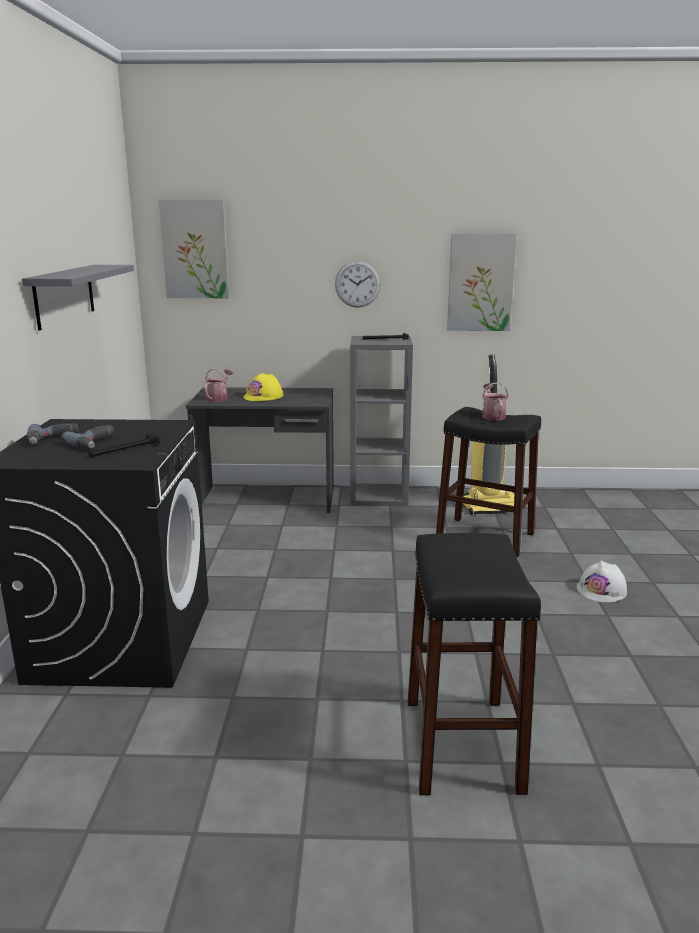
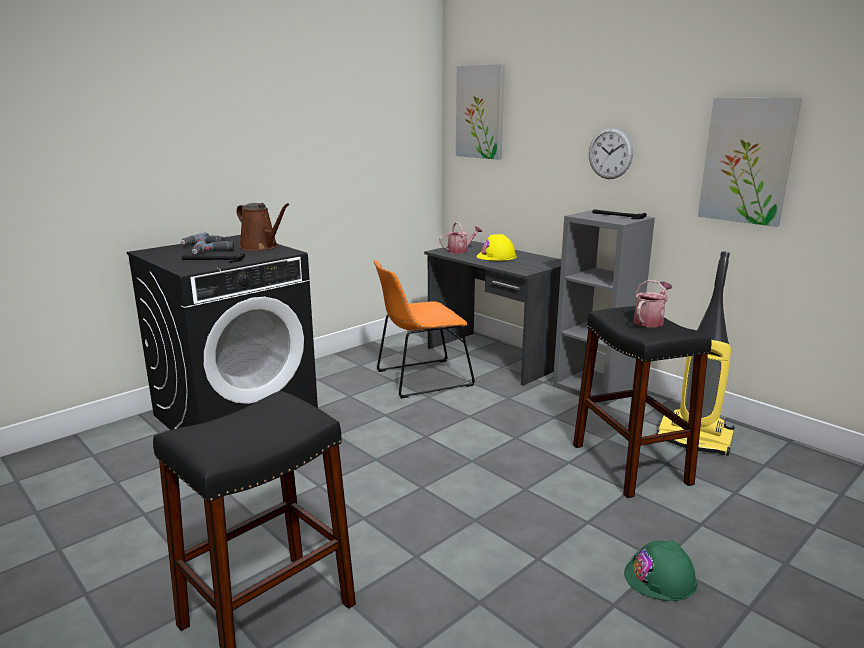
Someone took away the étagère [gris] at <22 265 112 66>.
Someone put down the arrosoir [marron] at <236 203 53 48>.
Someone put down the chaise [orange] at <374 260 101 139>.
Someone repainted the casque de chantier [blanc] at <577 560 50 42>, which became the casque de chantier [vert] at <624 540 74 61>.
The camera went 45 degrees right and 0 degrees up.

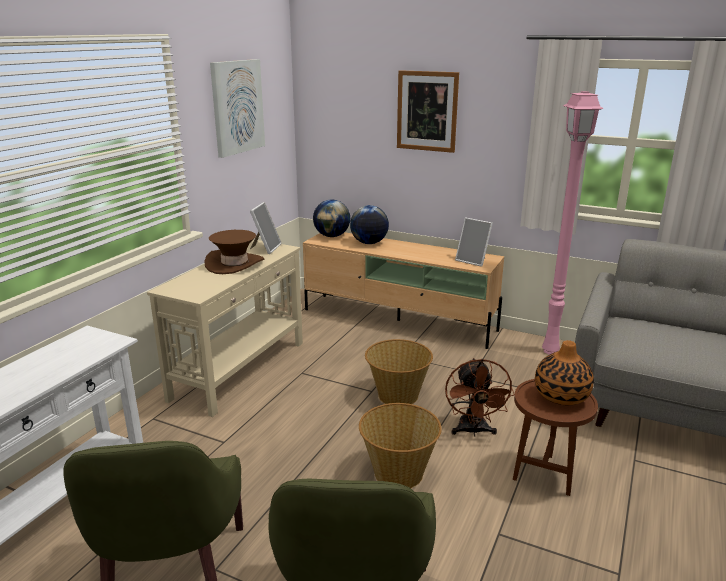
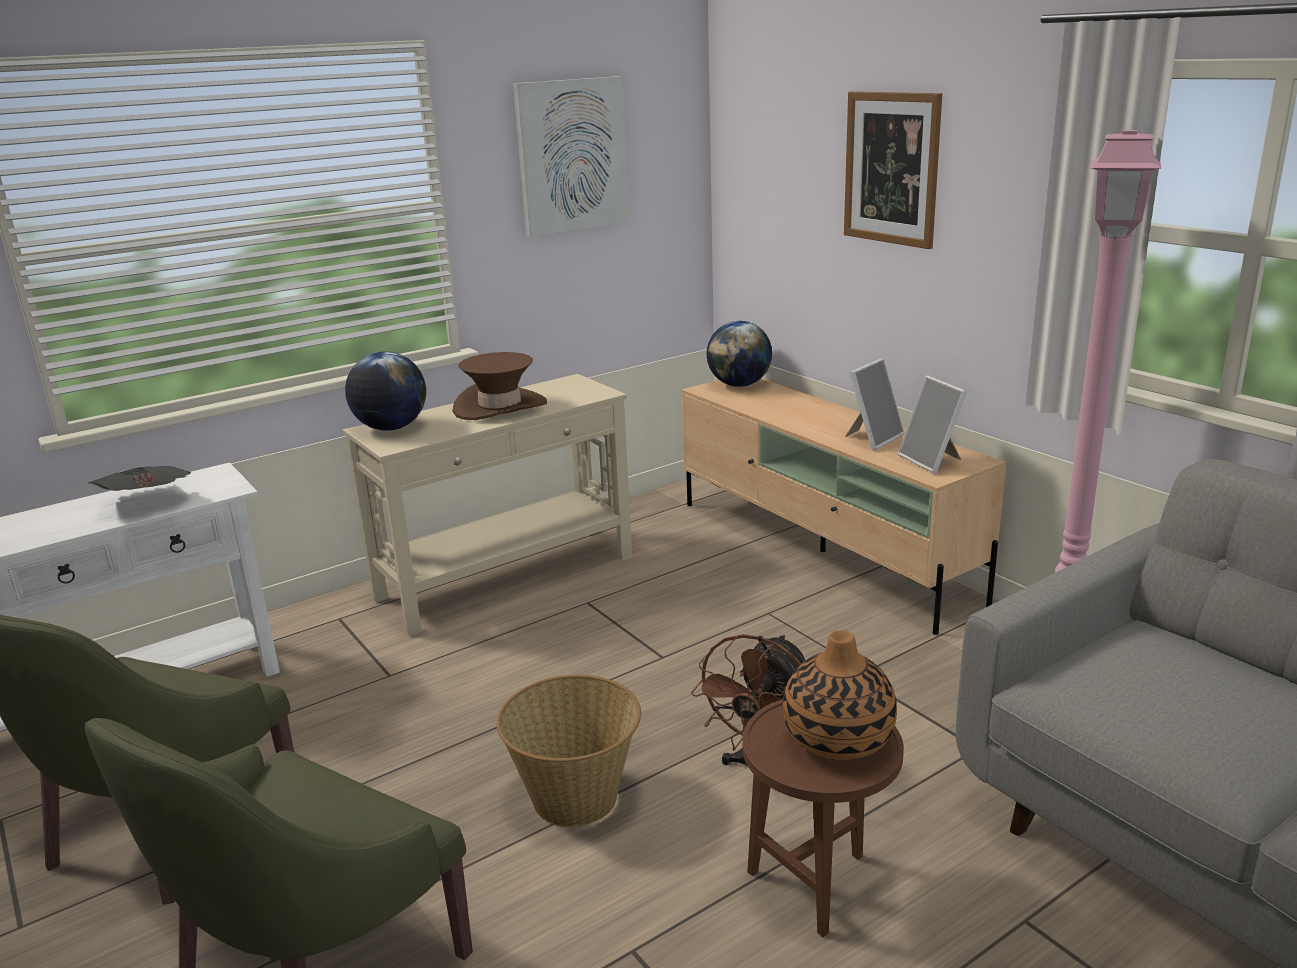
Someone took away the panier at <365 339 68 65>.
Someone put down the journal at <88 466 103 25>.
Someone carried the cadre photo from <250 202 32 52> to <845 358 59 92>.
Someone carried the globe from <350 205 39 39> to <345 351 81 80>.
The camera went 30 degrees right and 0 degrees up.

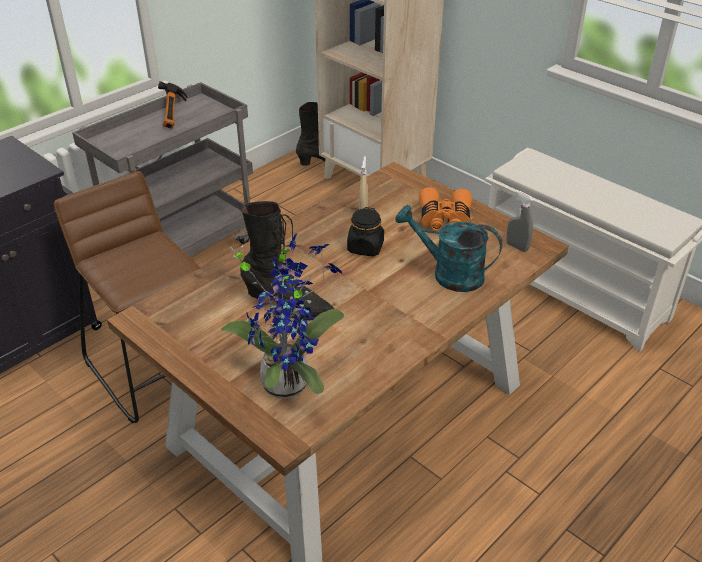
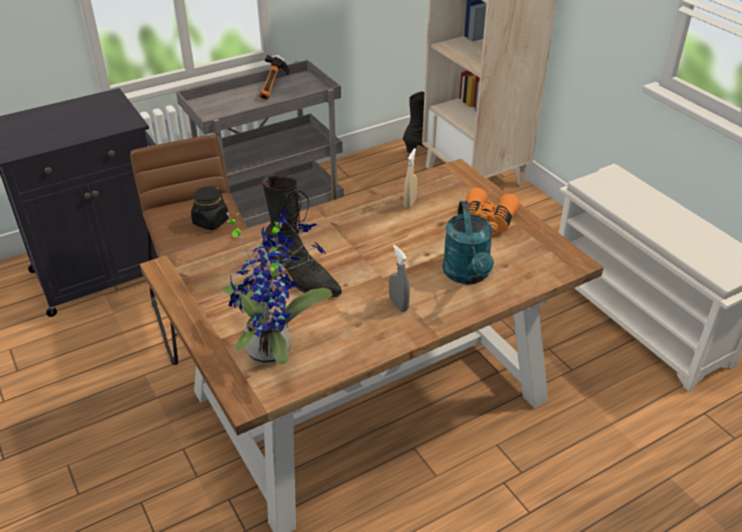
Someone carried the bocal [noir] from <347 207 37 49> to <191 186 38 44>.
Someone carried the vaporisateur [gris] from <506 190 28 62> to <389 245 21 67>.
Someone rotated the arrosoir [turquoise] at <395 205 107 87> by 135 degrees counterclockwise.
The camera went 15 degrees right and 0 degrees up.

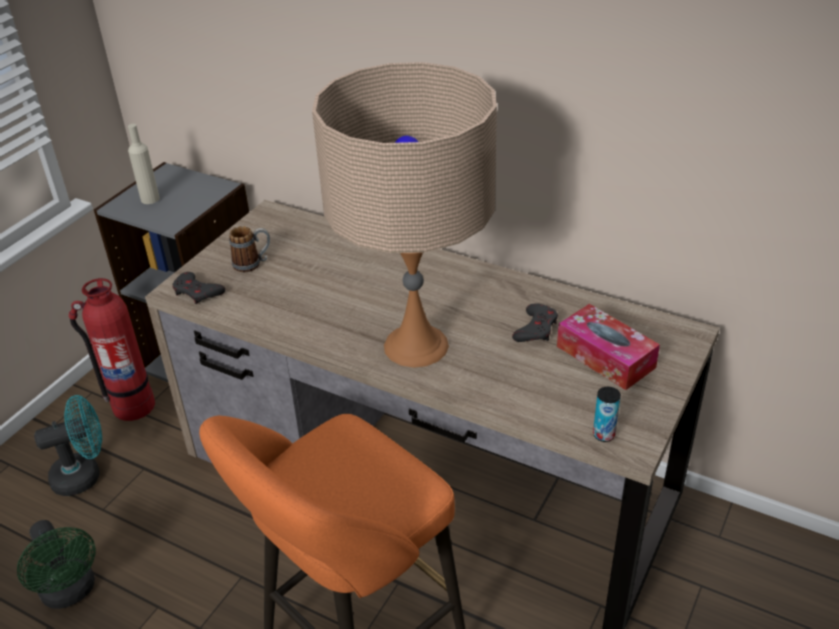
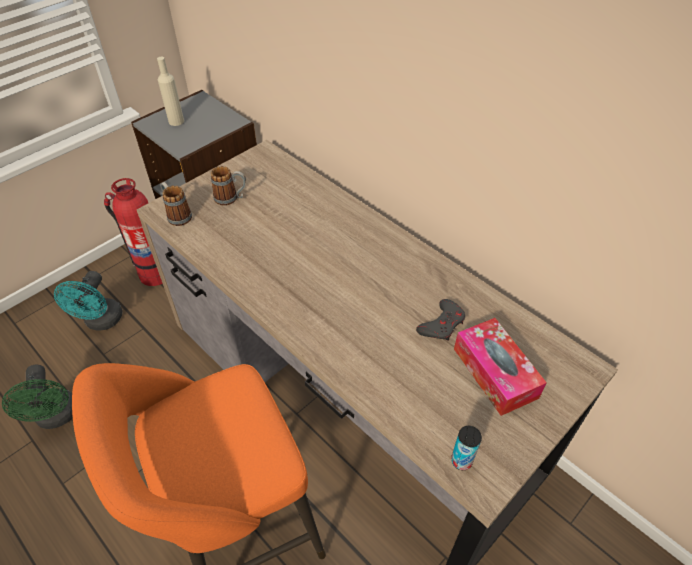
Someone took away the lampe de table [beige] at <312 62 185 306>.
Someone swapped the manette [gris] at <173 272 52 32> for the mug at <160 182 32 44>.
Someone rotated the ventilateur [turquoise] at <34 395 68 101> by 105 degrees clockwise.
The camera went 15 degrees right and 10 degrees up.

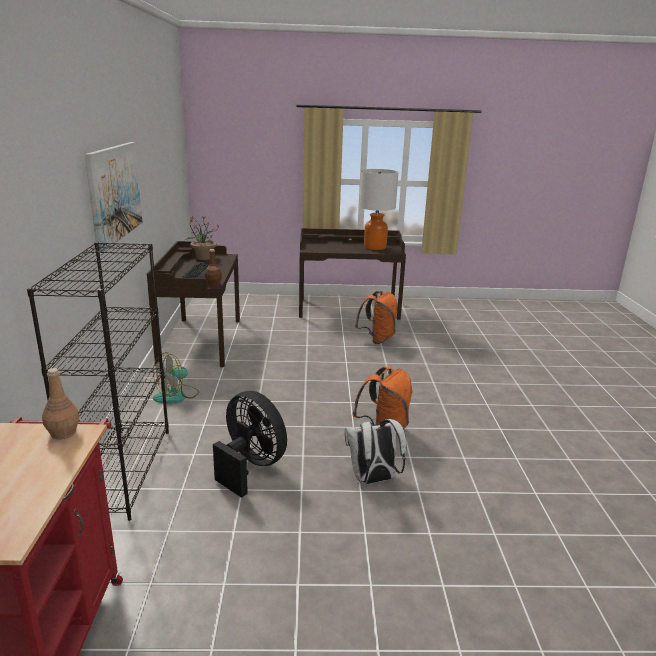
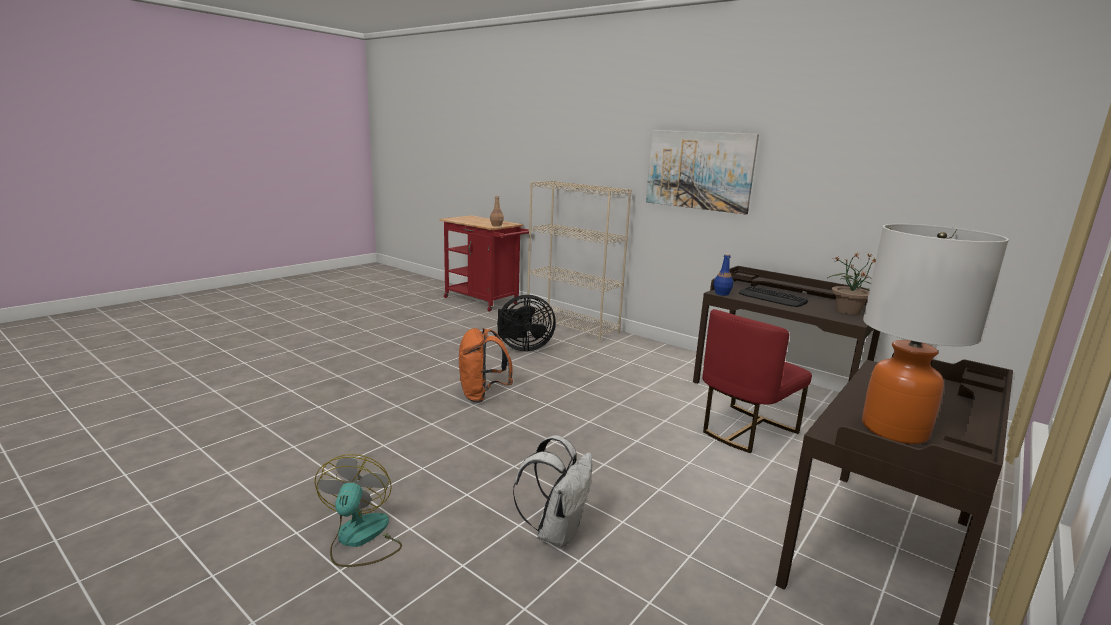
Someone took away the sac à dos [orange] at <355 291 43 53>.
Someone put down the chaise [rouge] at <703 309 109 144>.
Someone carried the ventilateur from <153 352 46 52> to <314 454 88 113>.
Someone carried the sac à dos [blanc] from <345 419 61 65> to <513 435 79 112>.
Someone repainted the bibliothèque [noir] at <27 242 142 279>, which became the bibliothèque [beige] at <527 181 105 161>.
Someone repainted the bouteille [marron] at <205 249 17 37>, which became the bouteille [bleu] at <714 253 19 43>.
The camera went 130 degrees right and 5 degrees down.

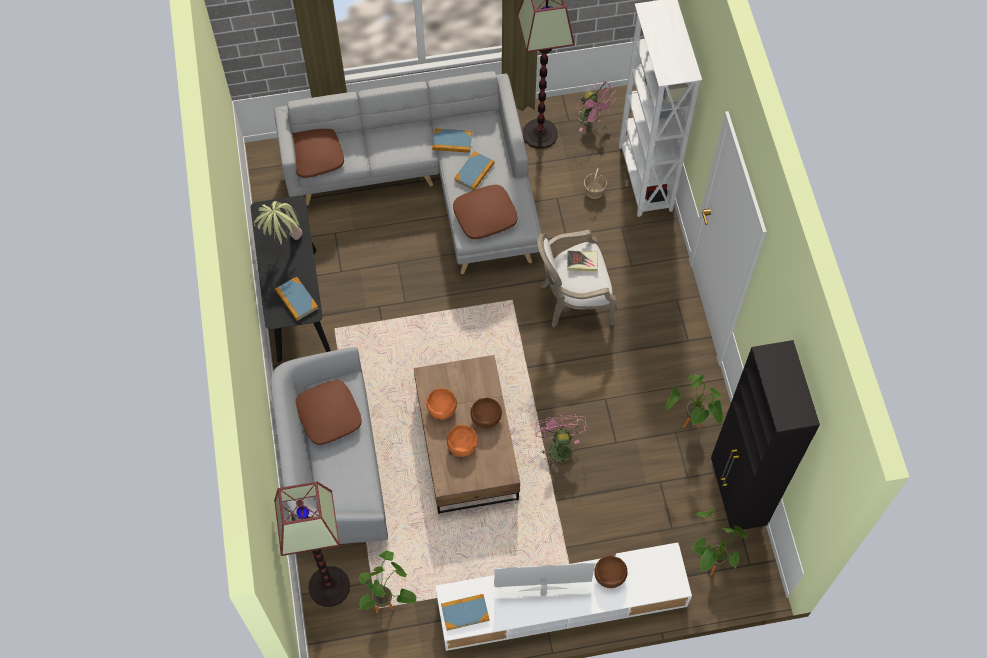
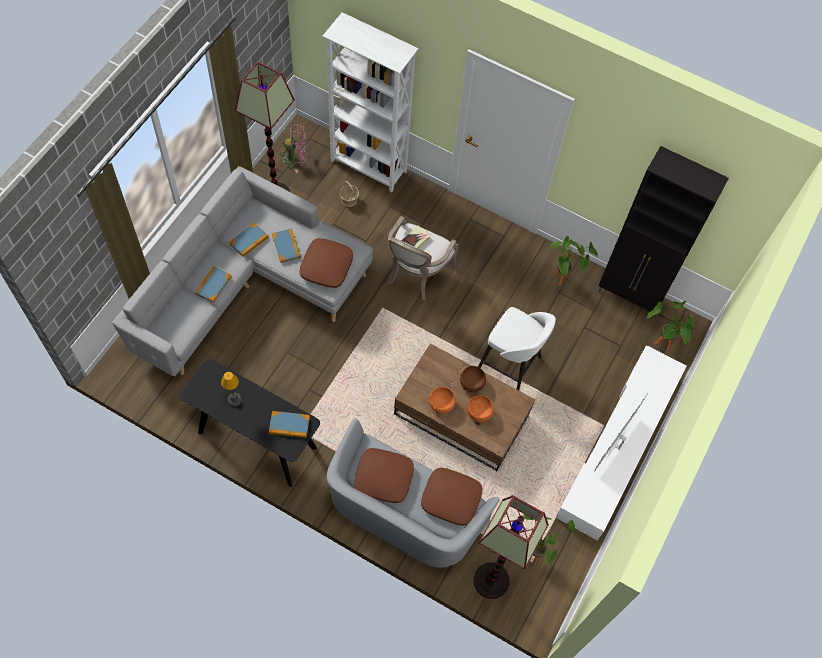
Someone took away the bol [marron] at <594 555 34 33>.
Someone carried the coussin [marron] from <292 129 52 49> to <421 468 62 58>.
Someone carried the livre from <441 594 49 37> to <195 266 37 37>.
Someone swapped the plante en pot at <254 201 48 44> for the lampe de table at <221 372 21 35>.
Someone swapped the ventilateur [rose] at <535 415 52 54> for the tabouret [blanc] at <478 307 78 84>.
The camera went 55 degrees left and 0 degrees up.

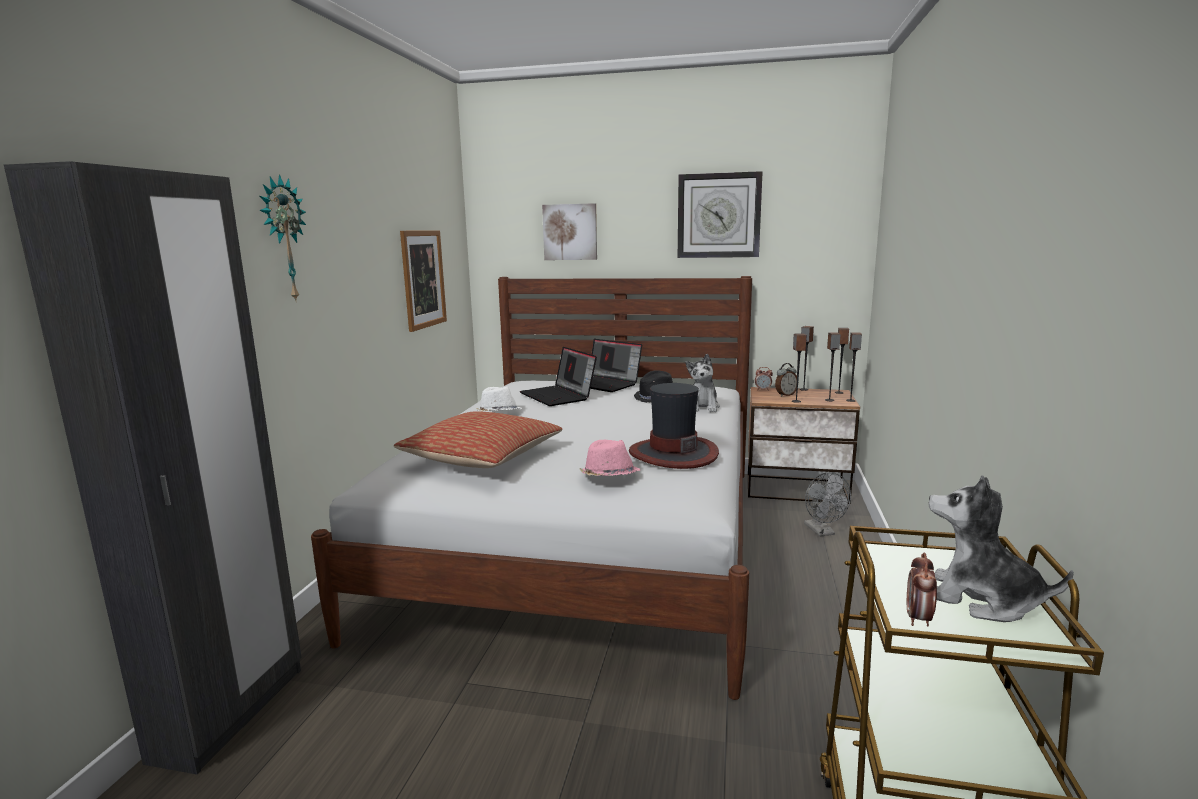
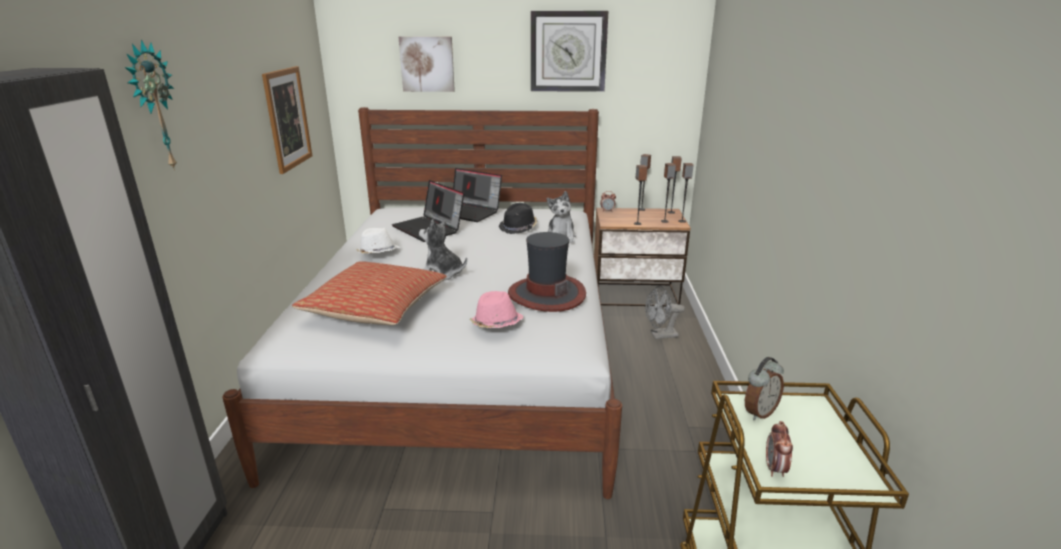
Someone carried the réveil from <775 363 22 34> to <745 357 39 64>.
Someone carried the peluche from <928 475 146 147> to <419 219 48 61>.
Someone rotated the ventilateur [gris] at <804 472 47 65> by 105 degrees clockwise.
The camera went 10 degrees left and 10 degrees up.

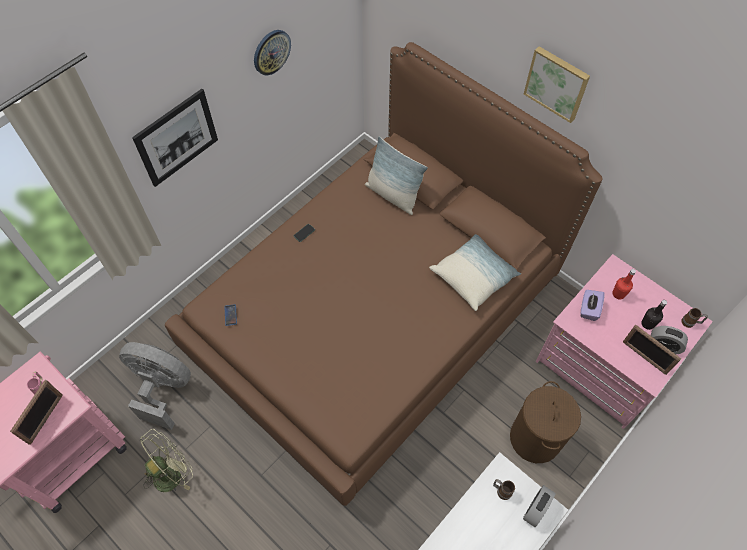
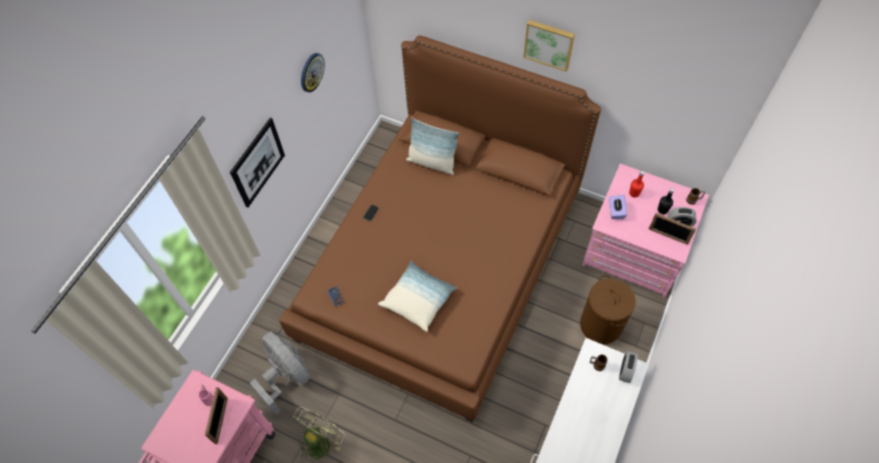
Someone carried the coussin from <429 234 92 77> to <378 261 79 71>.
Someone rotated the ventilateur [gris] at <119 342 72 88> by 45 degrees clockwise.
The camera went 15 degrees left and 0 degrees up.

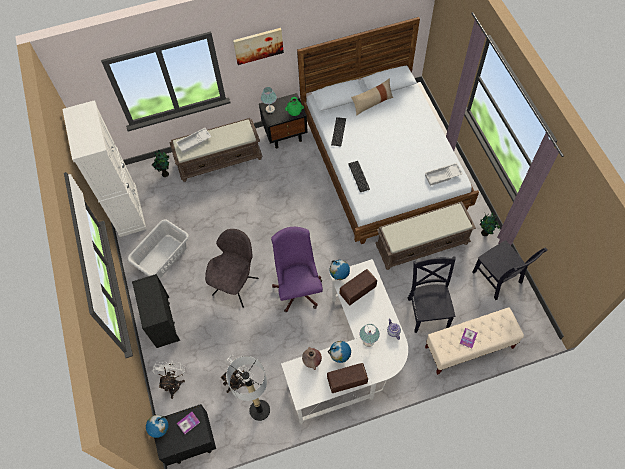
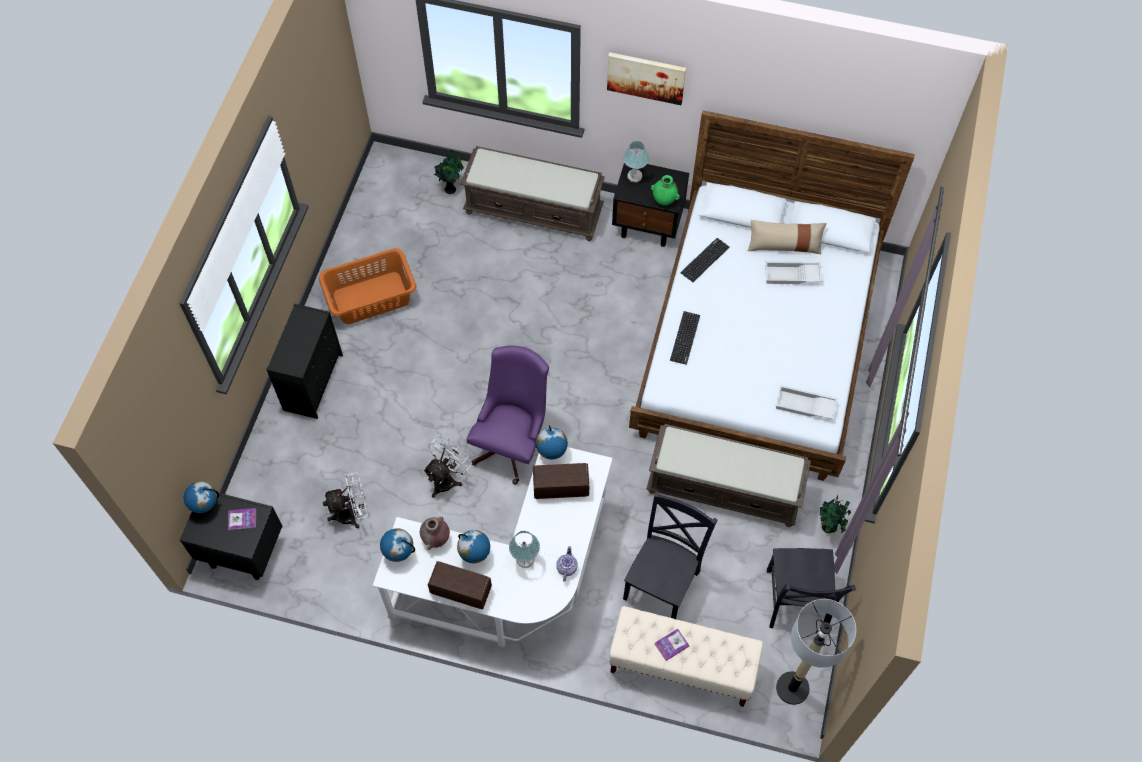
Someone took away the meuble de rangement [blanc] at <62 100 84 137>.
Someone took away the chaise [gris] at <205 229 54 79>.
Someone put down the globe at <380 528 35 34>.
Someone carried the ventilateur [blanc] from <153 360 32 39> to <423 435 49 63>.
Someone carried the plateau [blanc] from <176 128 35 25> to <765 261 57 23>.
Someone carried the lampadaire from <226 356 44 65> to <776 599 80 106>.
Someone repainted the panier à linge [gris] at <128 219 61 60>, which became the panier à linge [orange] at <319 248 97 76>.
The camera went 30 degrees right and 0 degrees up.

